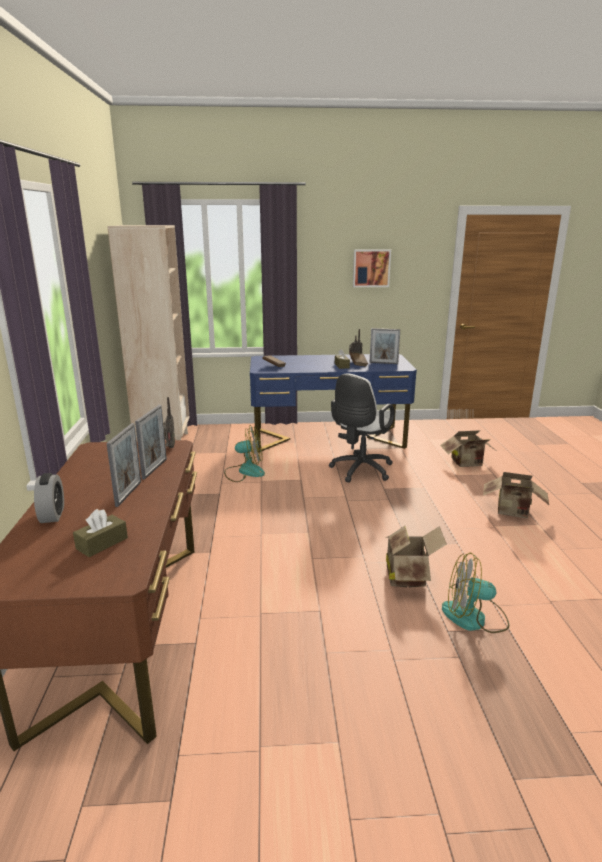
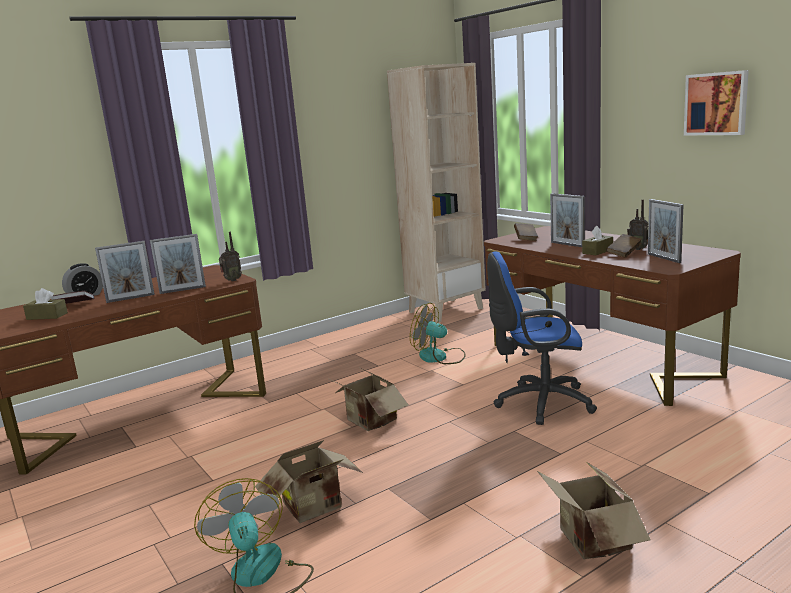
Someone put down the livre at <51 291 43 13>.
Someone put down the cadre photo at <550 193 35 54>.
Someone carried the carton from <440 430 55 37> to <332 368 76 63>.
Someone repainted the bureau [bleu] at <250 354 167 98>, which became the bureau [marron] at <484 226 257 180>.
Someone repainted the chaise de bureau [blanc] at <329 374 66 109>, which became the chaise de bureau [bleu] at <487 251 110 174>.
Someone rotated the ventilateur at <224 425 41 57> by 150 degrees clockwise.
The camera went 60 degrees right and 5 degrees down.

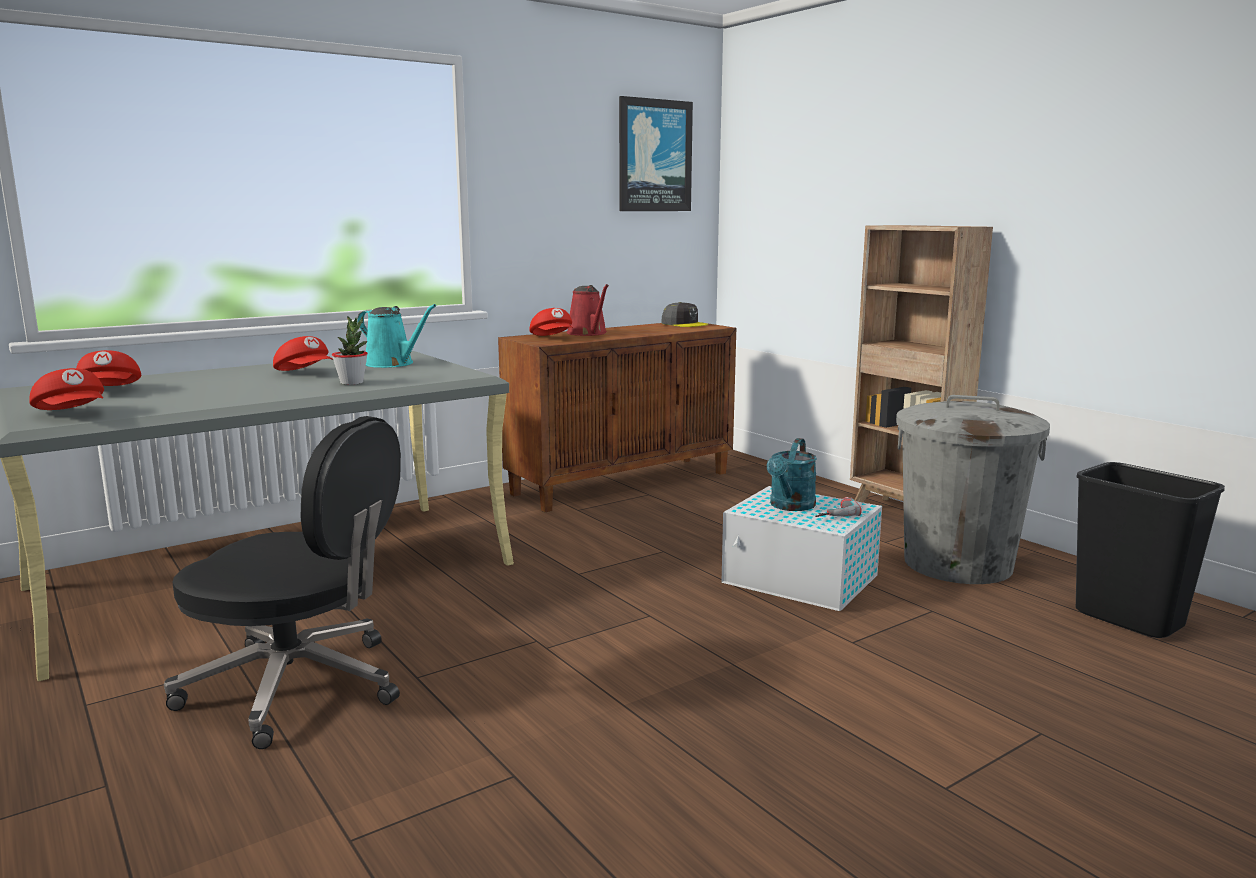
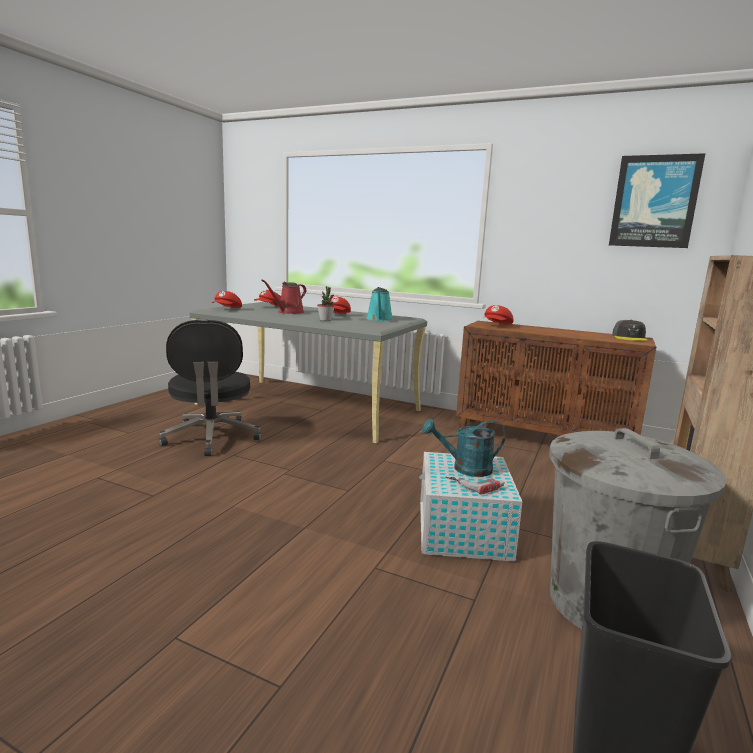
Someone carried the arrosoir [rouge] from <567 284 42 52> to <261 280 45 34>.
The camera went 60 degrees right and 0 degrees up.

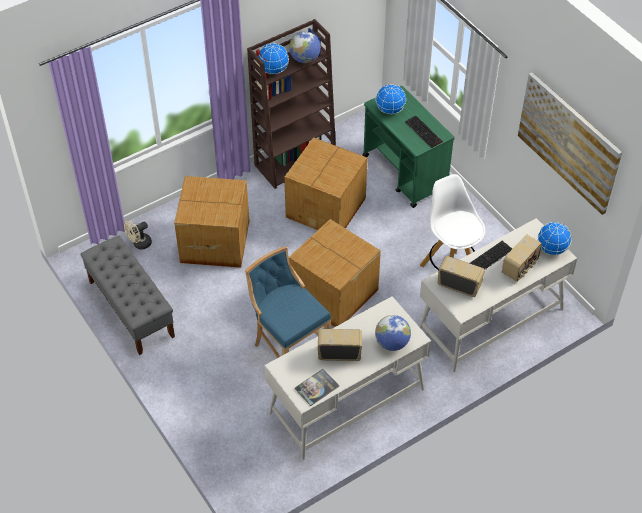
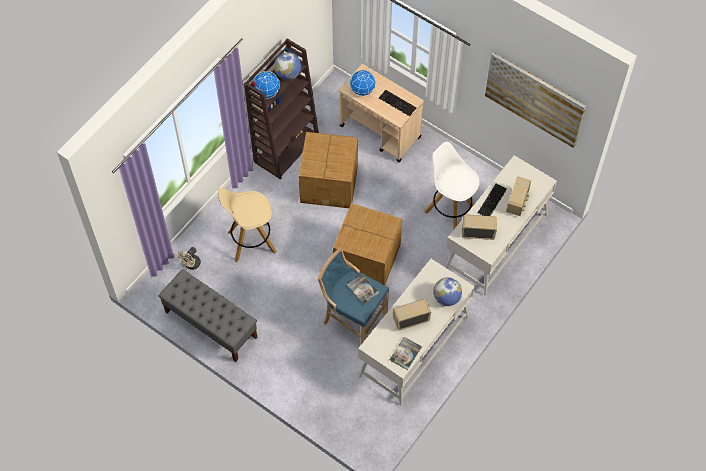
Someone took away the globe at <537 222 34 33>.
Someone put down the livre at <346 273 34 32>.
Someone swapped the carton at <174 176 75 92> for the tabouret [beige] at <218 188 59 74>.
Someone repainted the chariot [vert] at <363 86 92 122>, which became the chariot [beige] at <339 64 85 98>.
The camera went 20 degrees left and 10 degrees up.

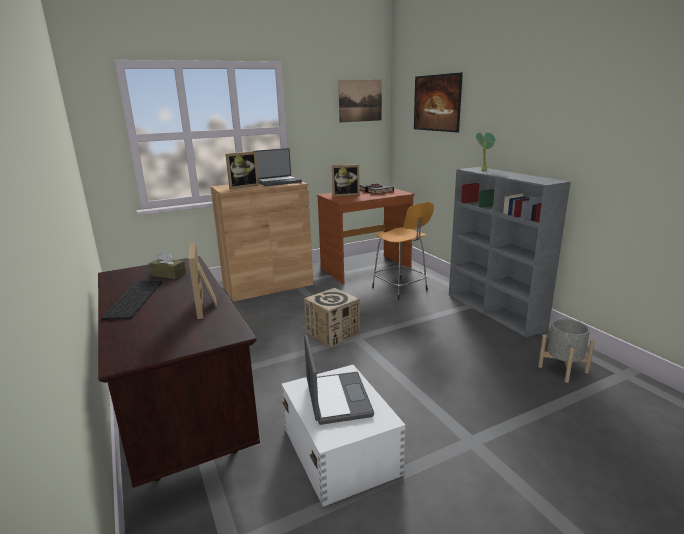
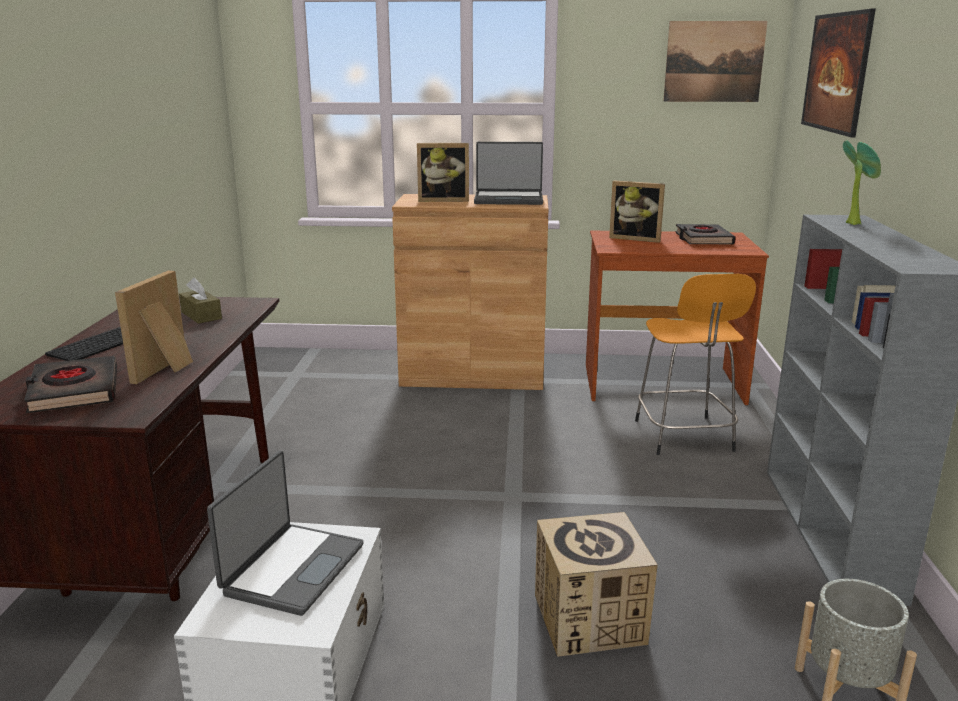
Someone put down the livre [noir] at <24 356 93 57>.
Someone carried the carton from <304 288 56 59> to <535 512 123 145>.
The camera went 30 degrees right and 0 degrees up.

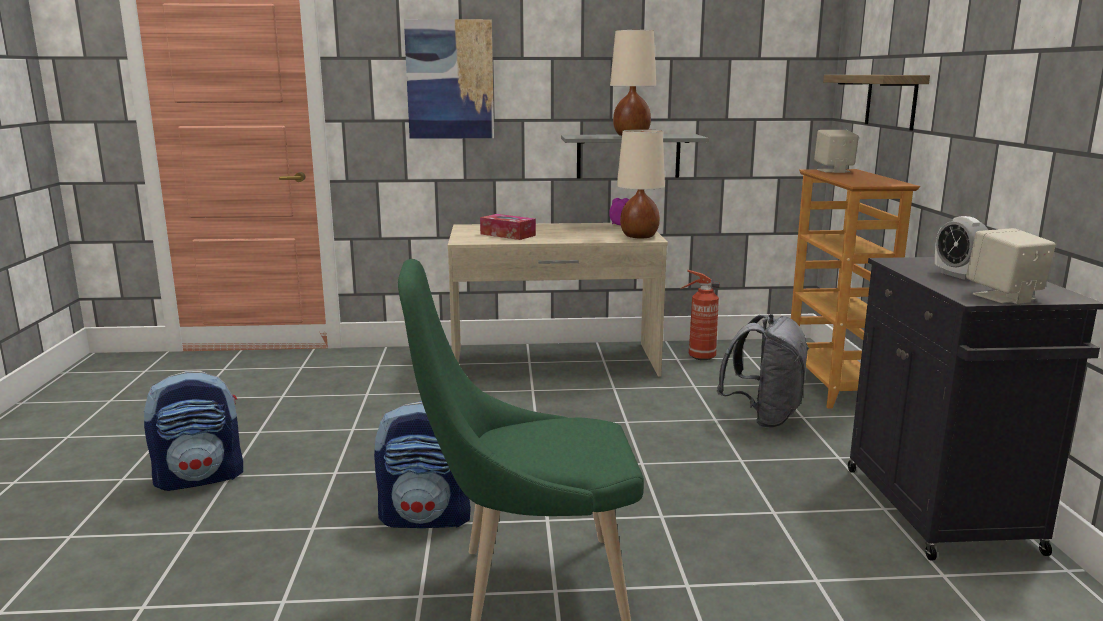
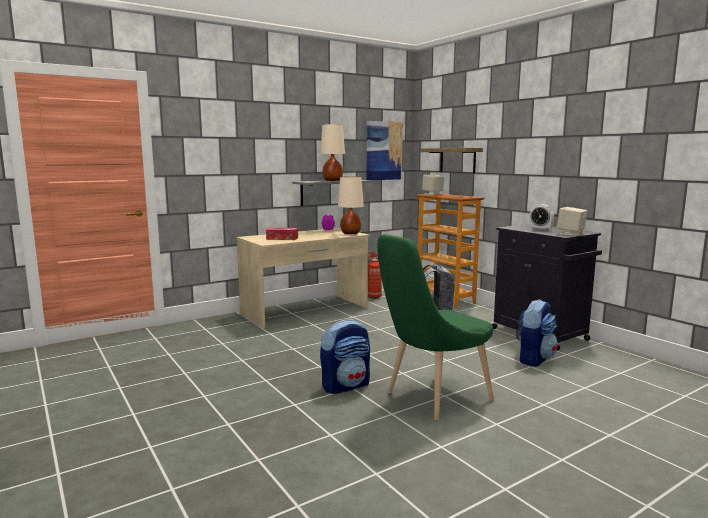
Someone carried the sac à dos from <144 371 99 120> to <516 299 42 67>.
Someone carried the tableau from <404 19 90 120> to <367 121 36 59>.
The camera went 30 degrees left and 5 degrees down.

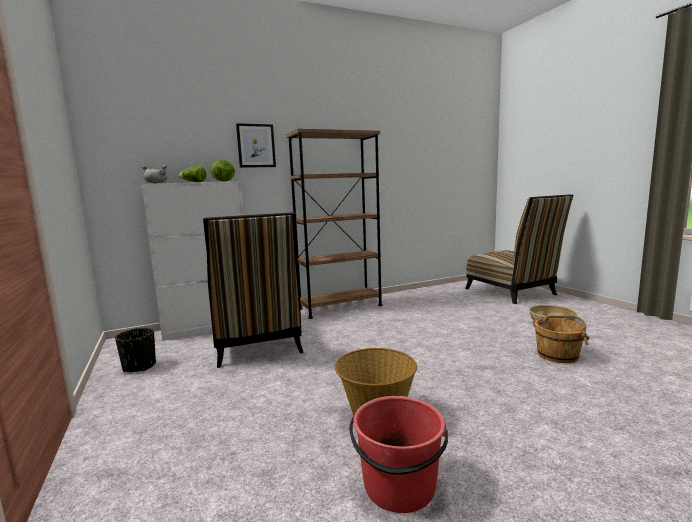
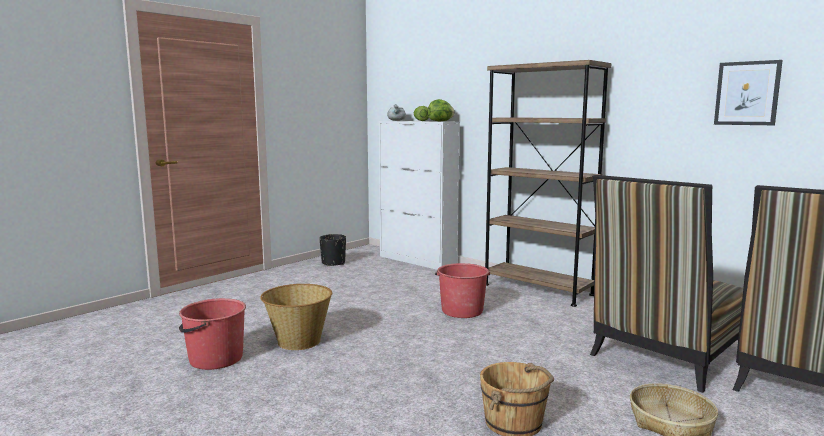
Someone put down the seau [rouge] at <435 263 55 55>.
Someone carried the chaise from <203 212 101 156> to <590 175 153 218>.
Someone carried the tableau from <236 123 40 45> to <714 60 69 65>.
The camera went 65 degrees right and 0 degrees up.

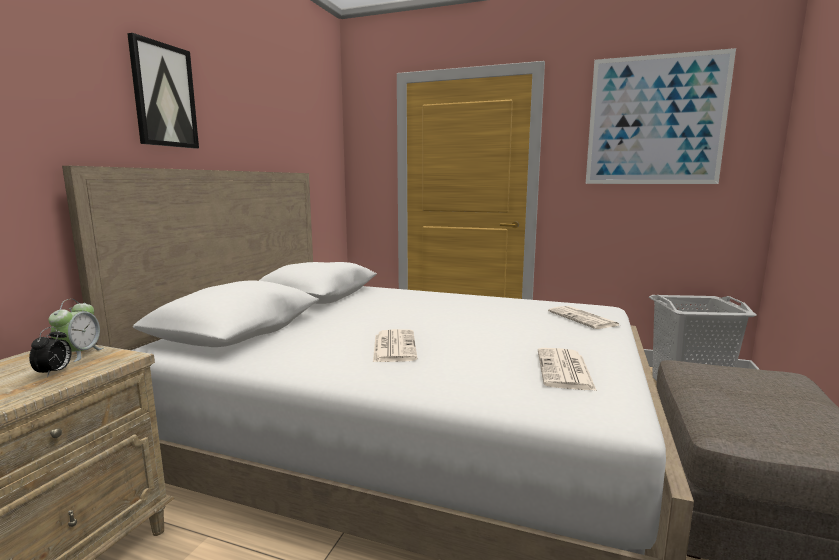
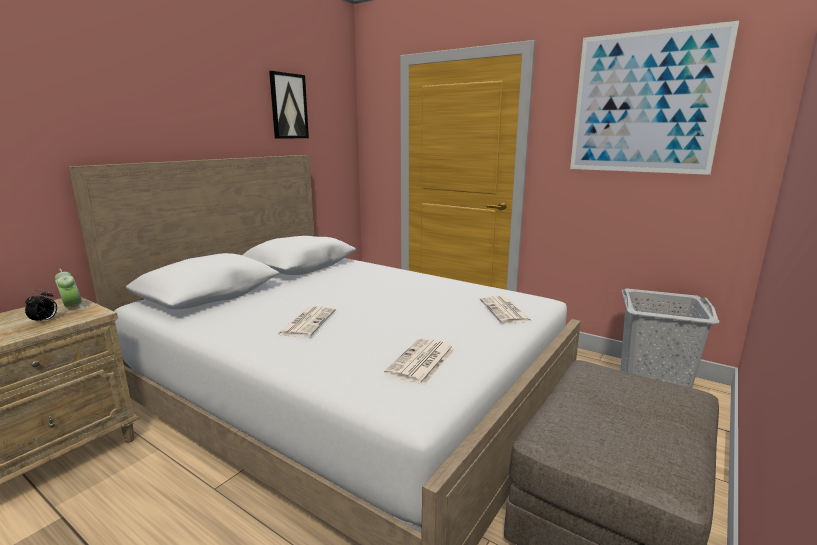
Someone carried the tableau from <127 33 72 115> to <269 71 40 68>.
Someone rotated the réveil at <48 299 55 63> by 60 degrees counterclockwise.
The camera went 15 degrees right and 5 degrees up.

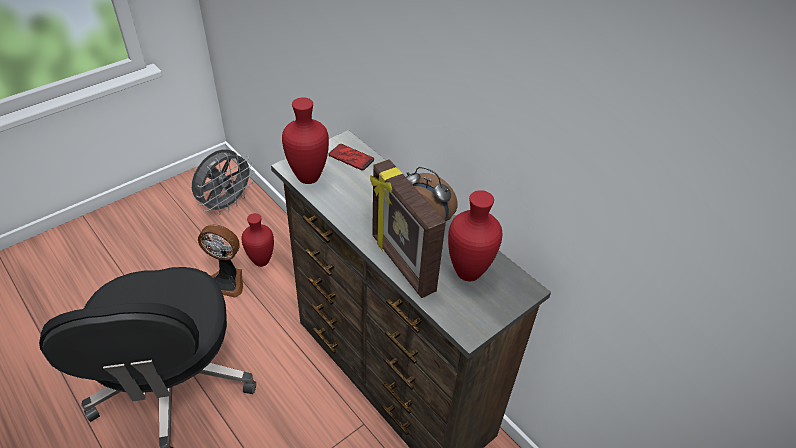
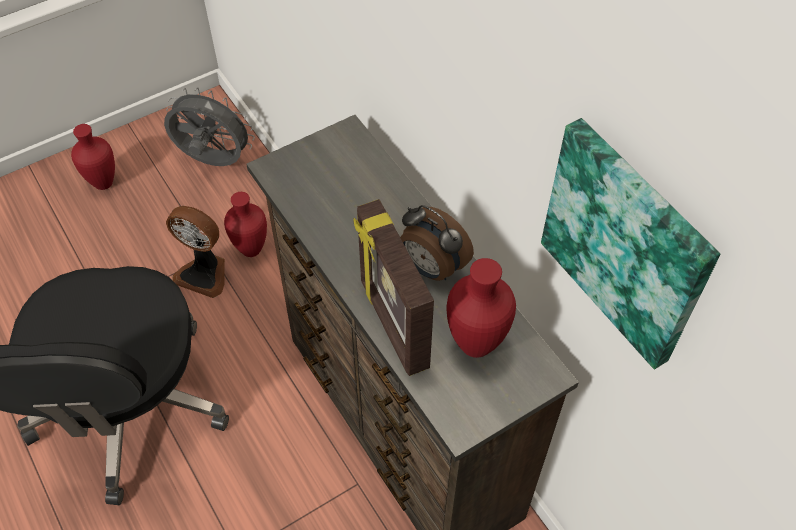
Someone took away the téléphone at <329 144 45 27>.
Someone put up the tableau at <541 118 179 252>.
Someone carried the vase [rouge] from <282 97 47 87> to <71 124 44 66>.
Someone rotated the ventilateur [gris] at <192 149 63 65> by 120 degrees counterclockwise.
The camera went 10 degrees right and 10 degrees up.

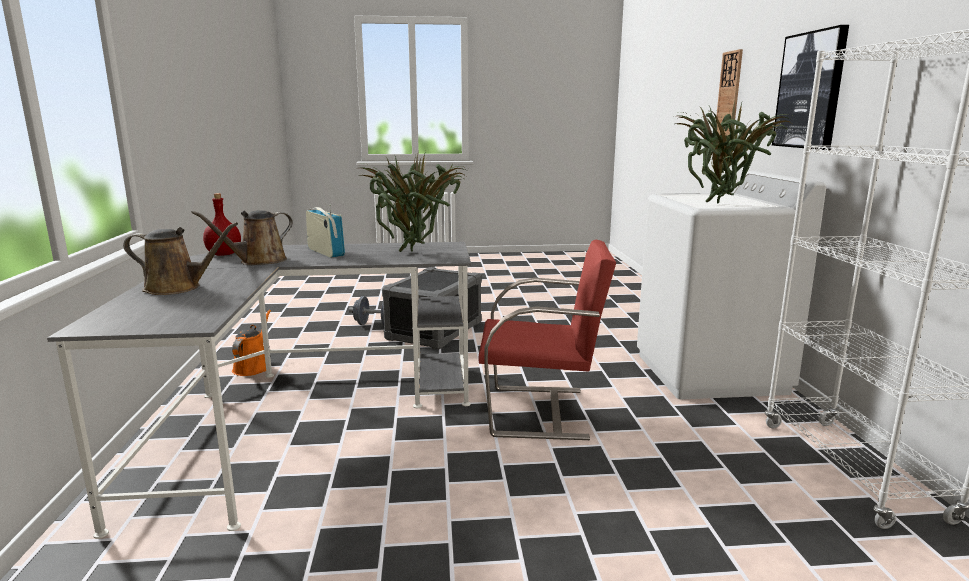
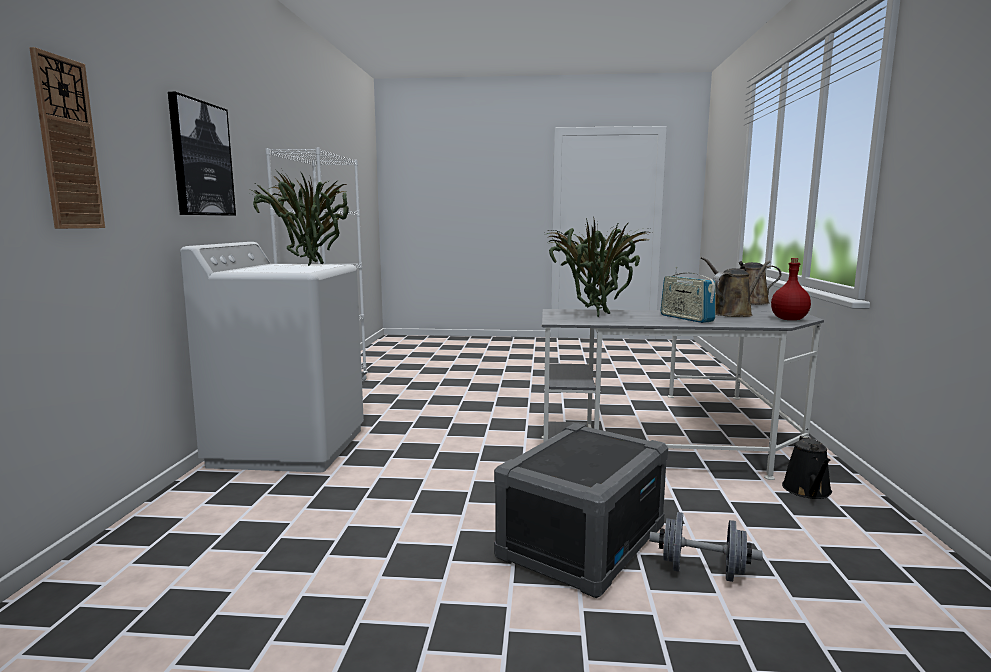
Someone took away the chaise [rouge] at <478 240 138 200>.
Someone repainted the arrosoir [orange] at <232 310 39 66>, which became the arrosoir [noir] at <782 436 50 63>.
The camera went 170 degrees left and 5 degrees down.

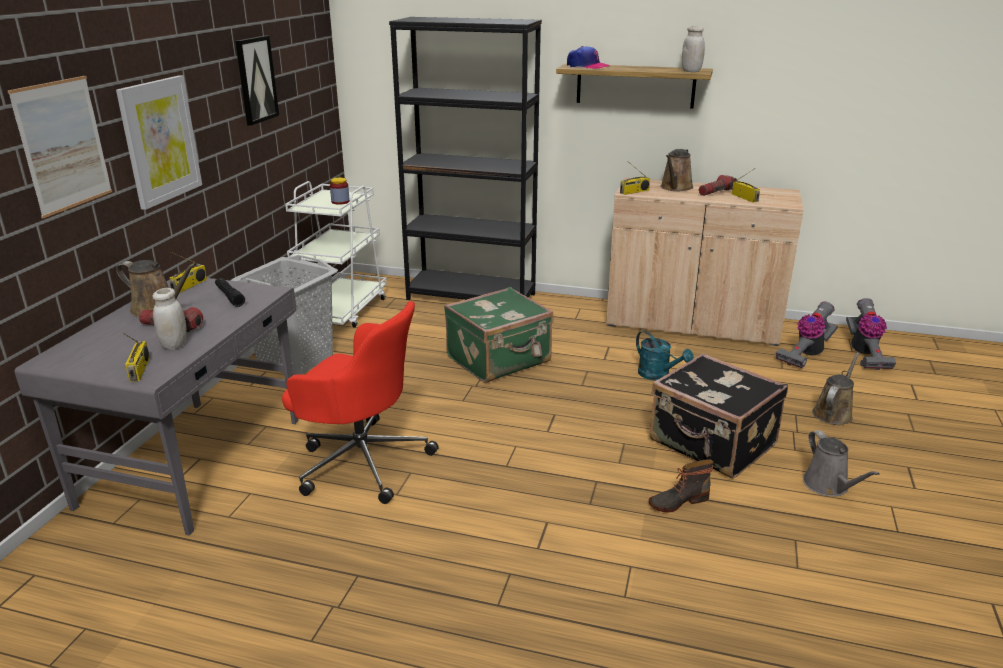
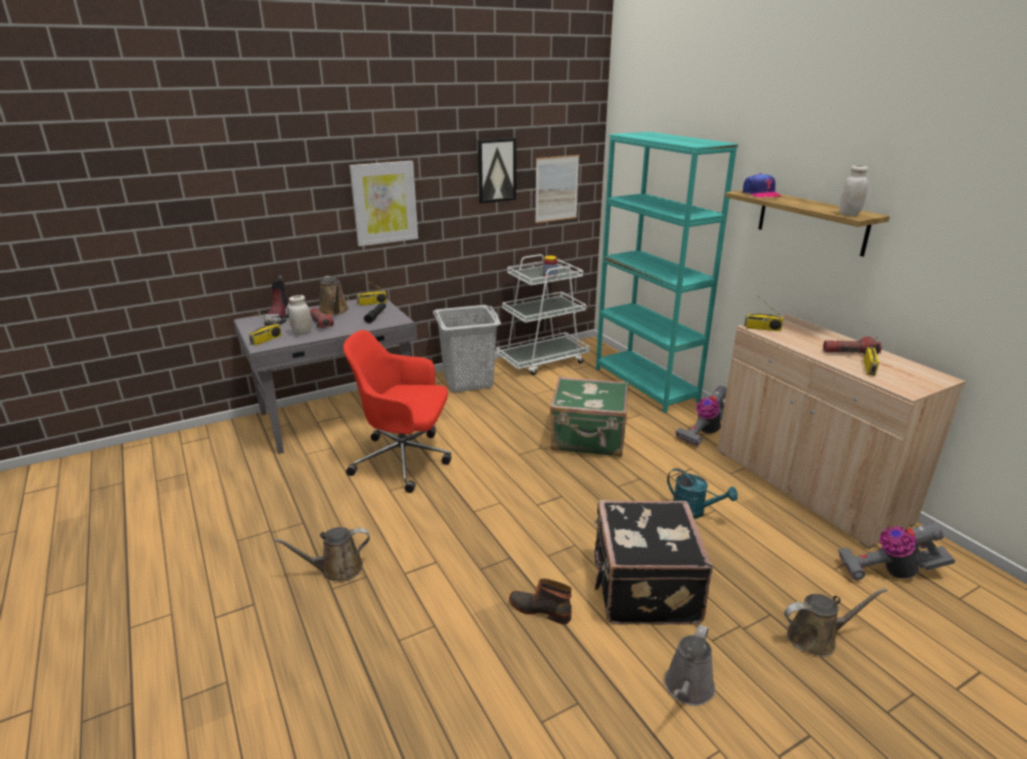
Someone put down the botte at <264 276 26 49>.
Someone carried the tableau from <8 76 104 142> to <535 155 44 68>.
Someone carried the arrosoir [marron] from <660 149 34 42> to <274 527 96 55>.
Someone carried the aspirateur from <846 298 50 72> to <676 386 51 60>.
Someone repainted the bibliothèque [noir] at <389 17 153 283>, which became the bibliothèque [turquoise] at <596 132 142 281>.
Someone rotated the chaise de bureau [rouge] at <282 301 156 203> by 120 degrees clockwise.
Someone rotated the arrosoir [turquoise] at <636 331 57 49> by 60 degrees counterclockwise.
The camera went 45 degrees right and 0 degrees up.

